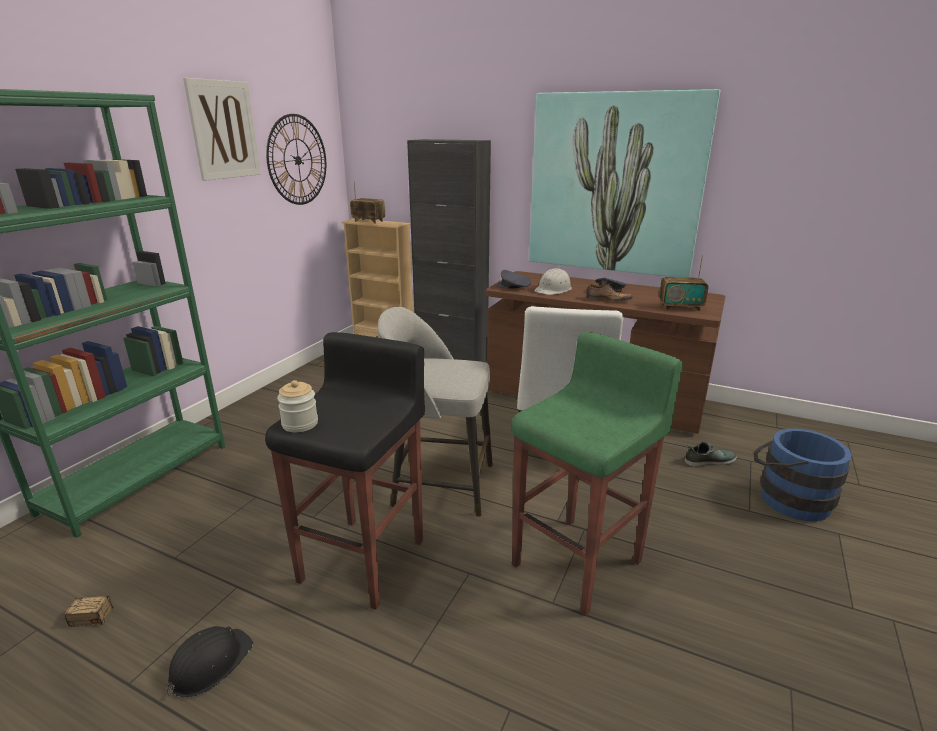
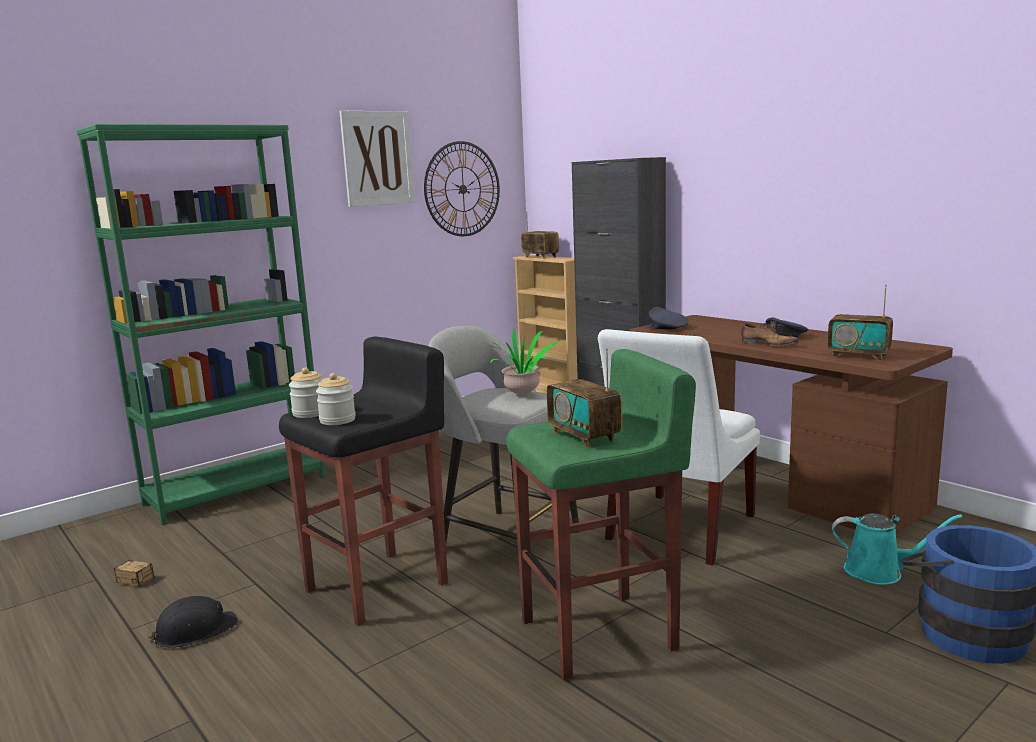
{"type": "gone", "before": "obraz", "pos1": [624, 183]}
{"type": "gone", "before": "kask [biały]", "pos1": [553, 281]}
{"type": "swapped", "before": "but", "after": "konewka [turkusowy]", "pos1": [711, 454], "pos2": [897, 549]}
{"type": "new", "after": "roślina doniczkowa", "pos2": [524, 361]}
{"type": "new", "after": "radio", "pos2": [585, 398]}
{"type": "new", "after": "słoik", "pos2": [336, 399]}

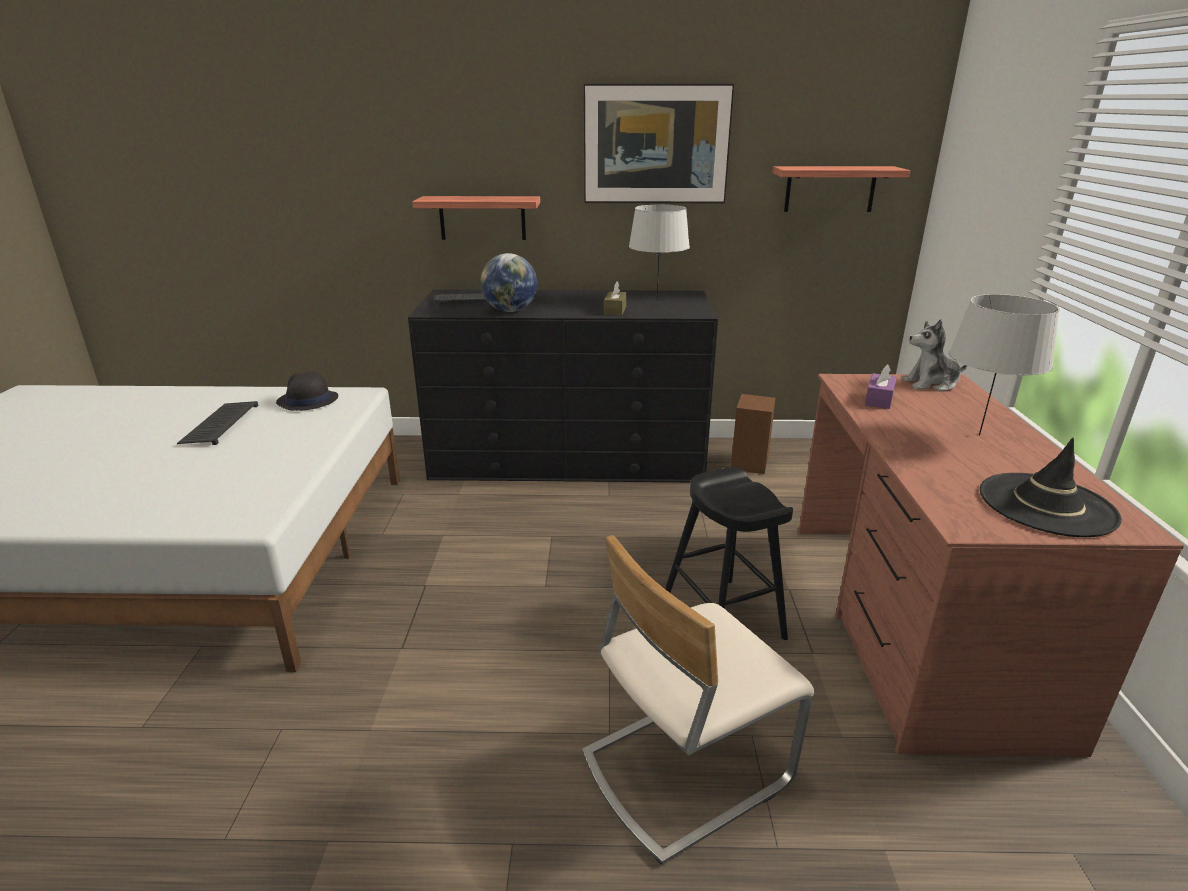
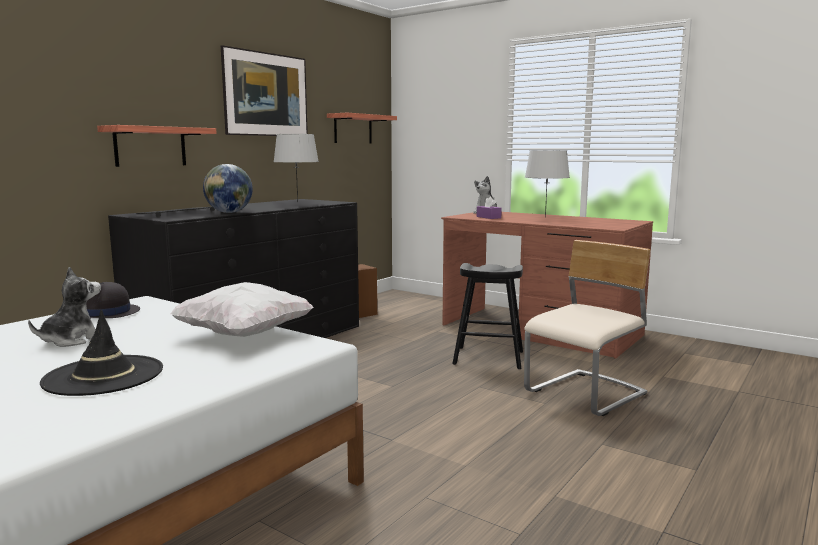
{"type": "gone", "before": "pudełko chusteczek [brązowy]", "pos1": [615, 299]}
{"type": "swapped", "before": "klawiatura", "after": "pluszak", "pos1": [218, 423], "pos2": [64, 307]}
{"type": "shifted", "before": "kapelusz [czarny]", "pos1": [1051, 487], "pos2": [101, 353]}
{"type": "rotated", "before": "krzesło [beżowy]", "pos1": [698, 700], "pos2": [587, 328], "turn": -135}
{"type": "new", "after": "poduszka [biały]", "pos2": [241, 309]}

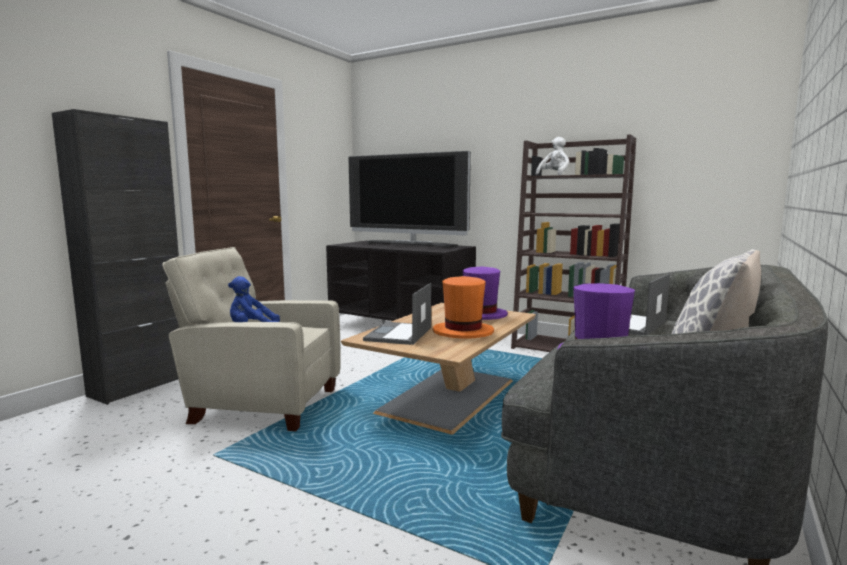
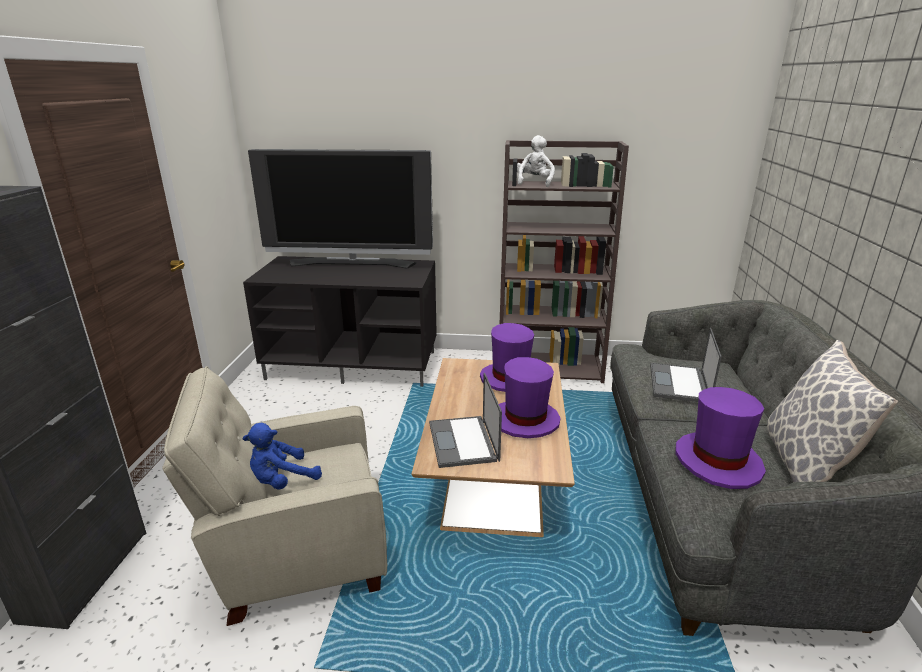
{"type": "repainted", "before": "kapelusz [pomarańczowy]", "after": "kapelusz [fioletowy]", "pos1": [463, 307], "pos2": [530, 397]}

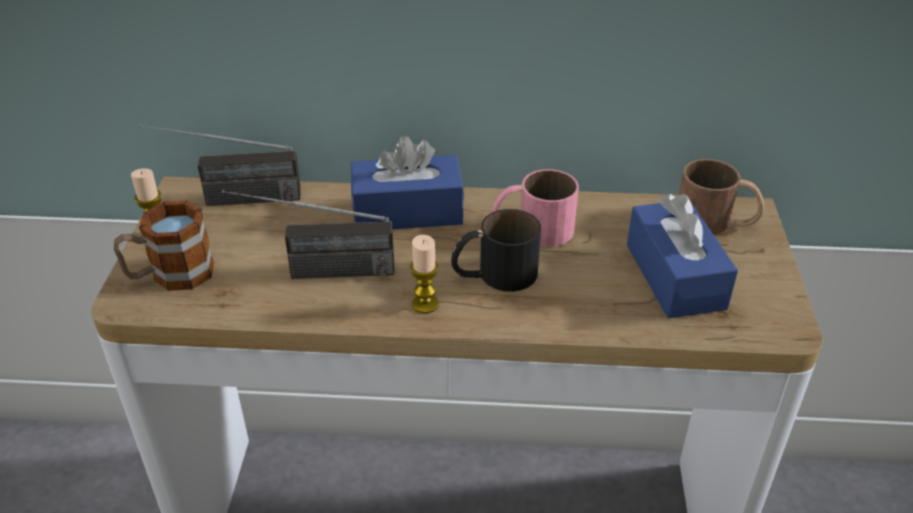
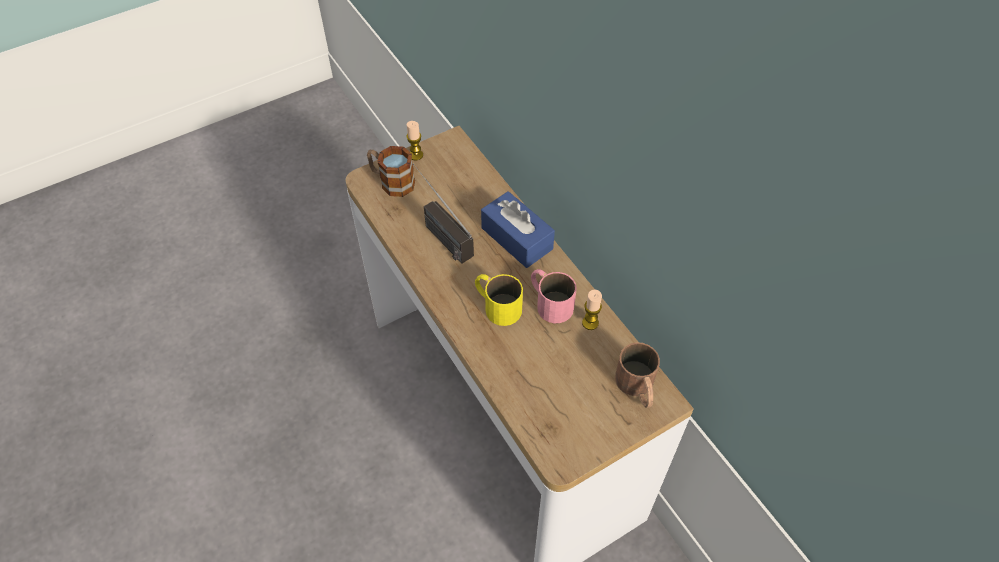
{"type": "gone", "before": "radio", "pos1": [219, 165]}
{"type": "gone", "before": "pudełko chusteczek [niebieski]", "pos1": [682, 256]}
{"type": "repainted", "before": "kubek [czarny]", "after": "kubek [żółty]", "pos1": [496, 250], "pos2": [499, 300]}
{"type": "shifted", "before": "świeca", "pos1": [424, 274], "pos2": [592, 310]}

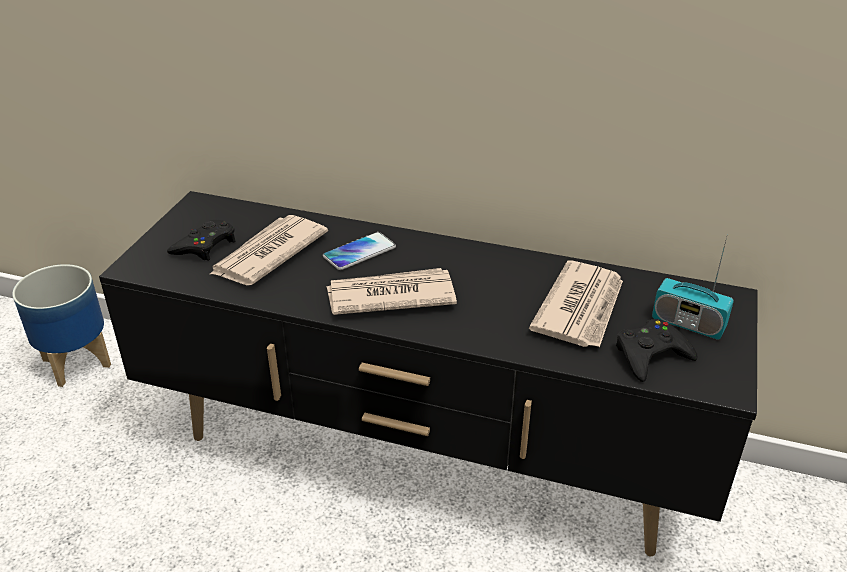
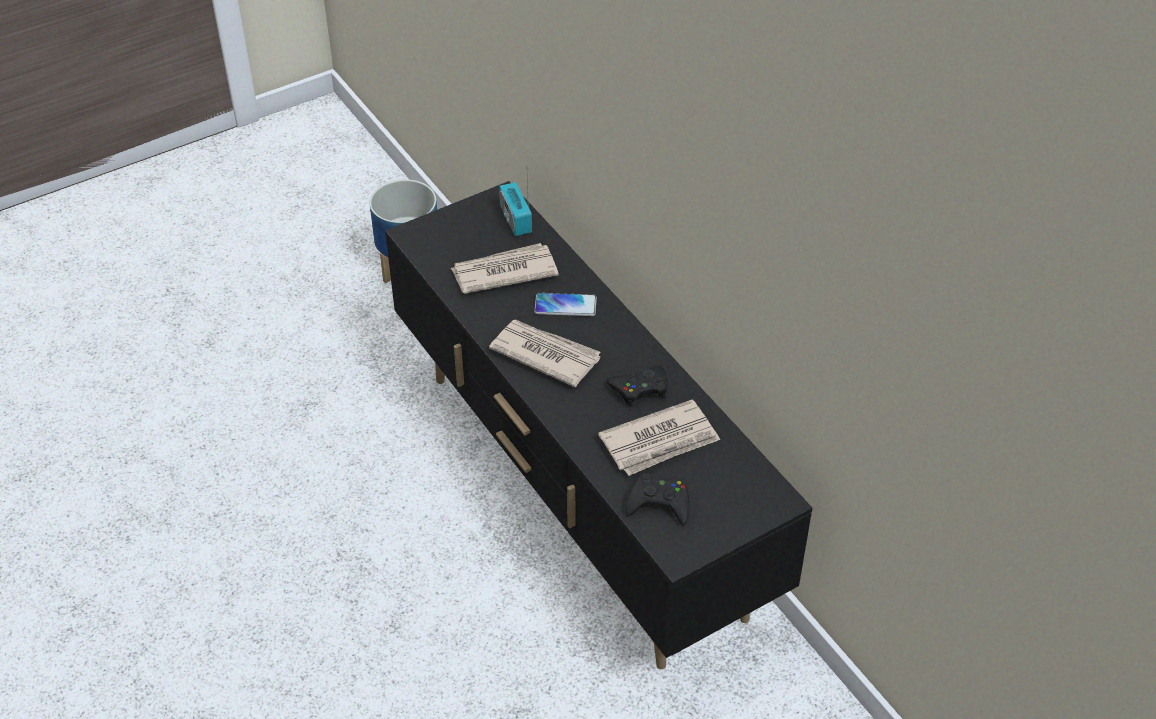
{"type": "shifted", "before": "pad do gier [czarny]", "pos1": [201, 240], "pos2": [636, 386]}
{"type": "shifted", "before": "radio", "pos1": [693, 286], "pos2": [515, 207]}

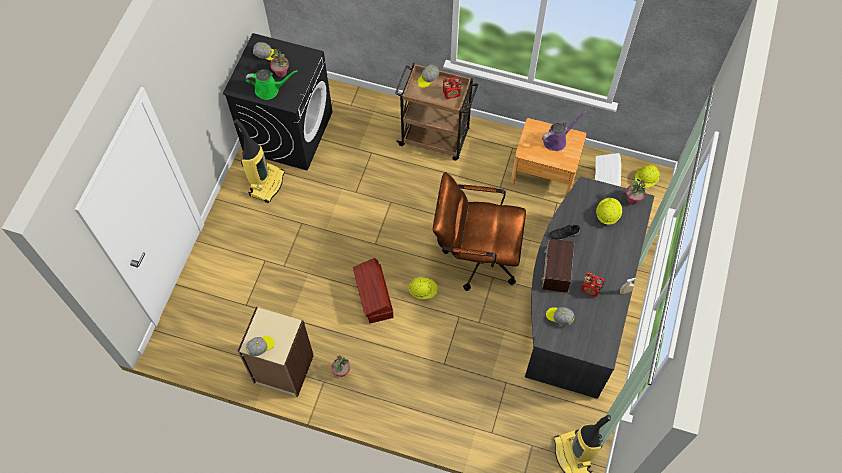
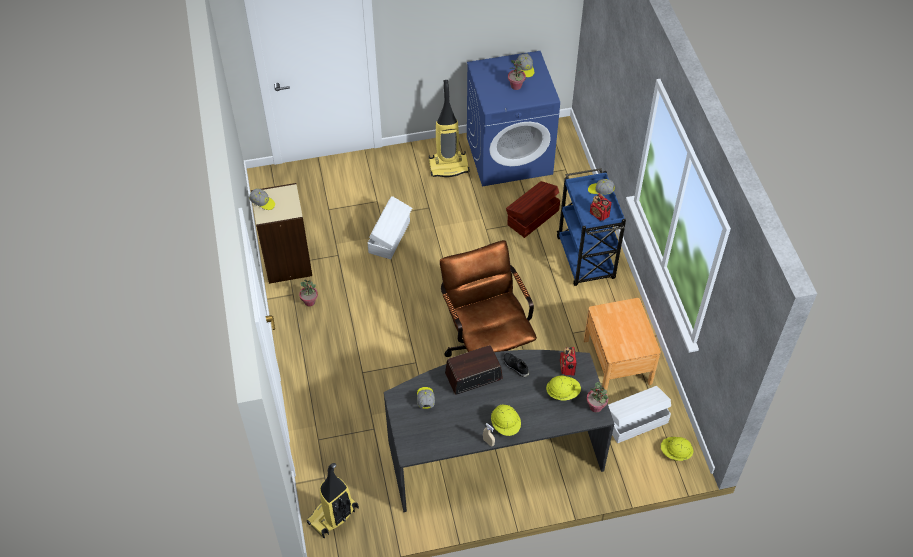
{"type": "repainted", "before": "pralka [czarny]", "after": "pralka [niebieski]", "pos1": [278, 102], "pos2": [513, 118]}
{"type": "repainted", "before": "wózek [brązowy]", "after": "wózek [niebieski]", "pos1": [436, 112], "pos2": [591, 227]}
{"type": "gone", "before": "konewka [zielony]", "pos1": [272, 84]}
{"type": "gone", "before": "konewka [fioletowy]", "pos1": [564, 131]}
{"type": "shifted", "before": "pojemnik do przechowywania [brązowy]", "pos1": [373, 291], "pos2": [533, 209]}
{"type": "shifted", "before": "radio", "pos1": [593, 284], "pos2": [568, 361]}
{"type": "shifted", "before": "kask [żółty]", "pos1": [423, 288], "pos2": [506, 420]}
{"type": "new", "after": "pojemnik do przechowywania [biały]", "pos2": [390, 228]}

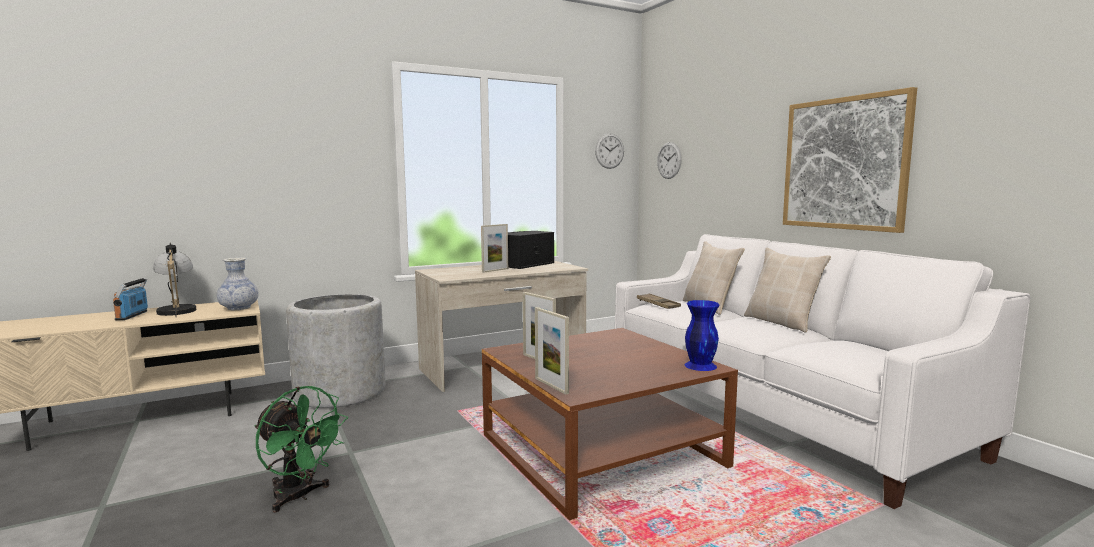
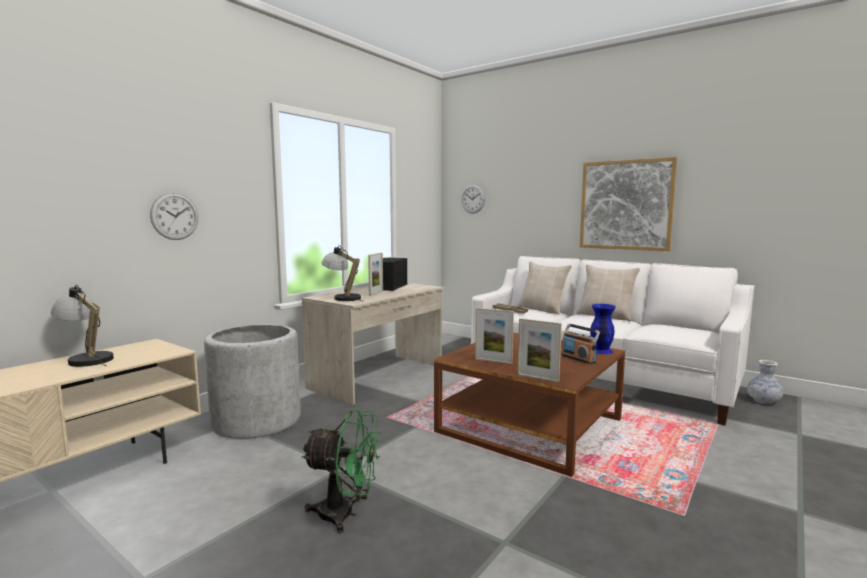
{"type": "shifted", "before": "zegar ścienny", "pos1": [609, 151], "pos2": [174, 216]}
{"type": "shifted", "before": "wazon", "pos1": [238, 284], "pos2": [765, 382]}
{"type": "shifted", "before": "radio", "pos1": [130, 299], "pos2": [581, 343]}
{"type": "new", "after": "lampa stołowa", "pos2": [341, 273]}

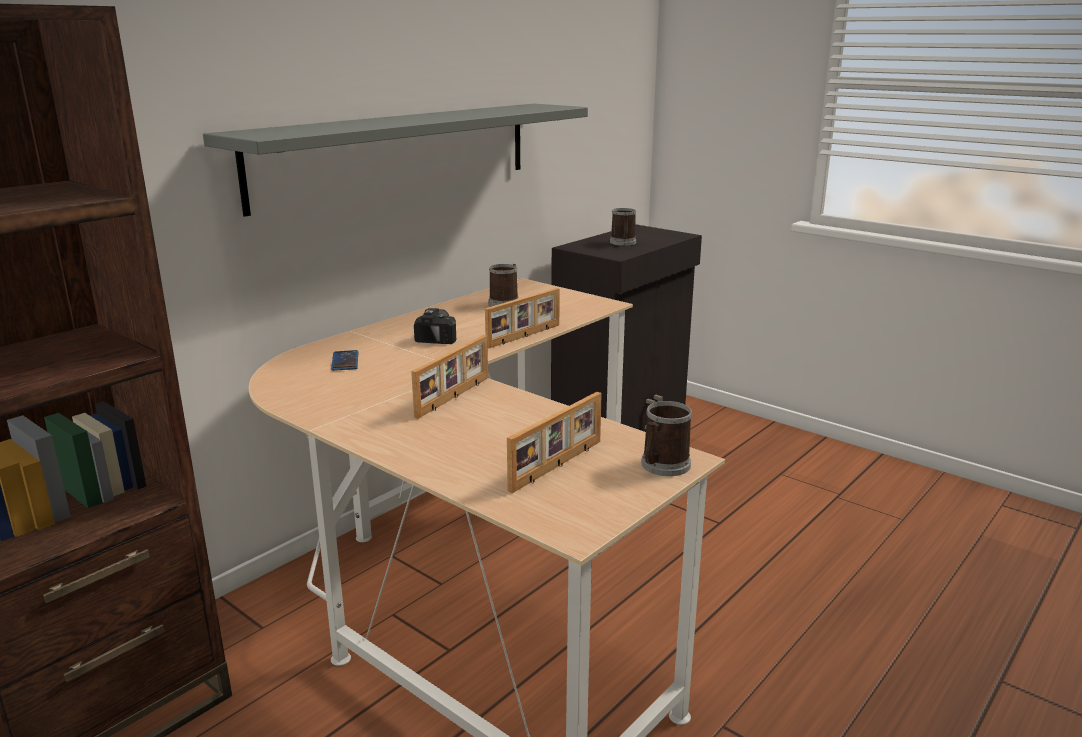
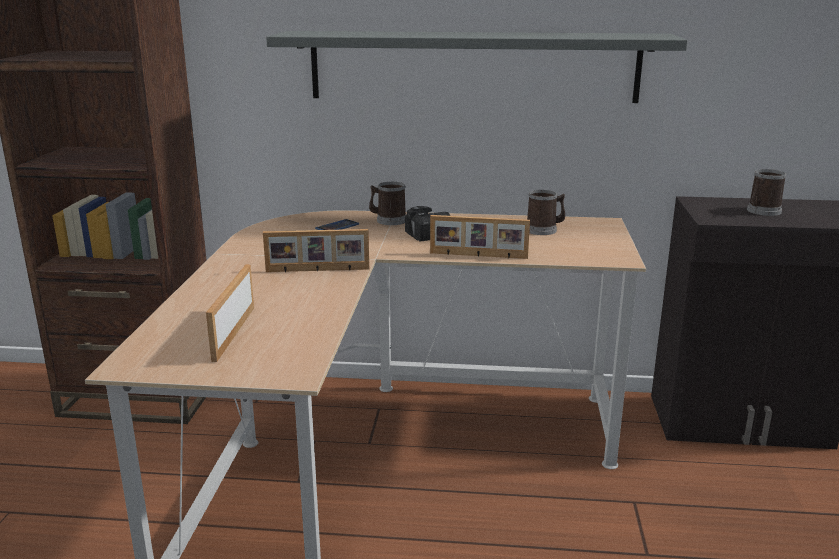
{"type": "rotated", "before": "ramka na zdjęcie", "pos1": [554, 442], "pos2": [230, 313], "turn": 90}
{"type": "shifted", "before": "kubek", "pos1": [666, 438], "pos2": [387, 203]}

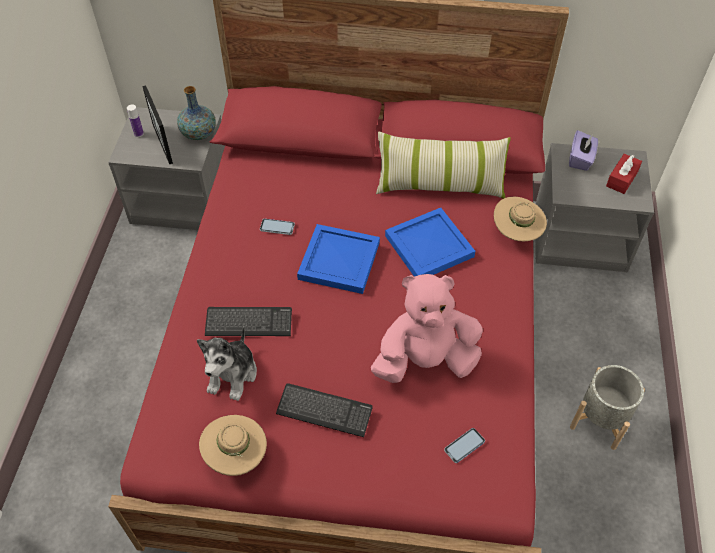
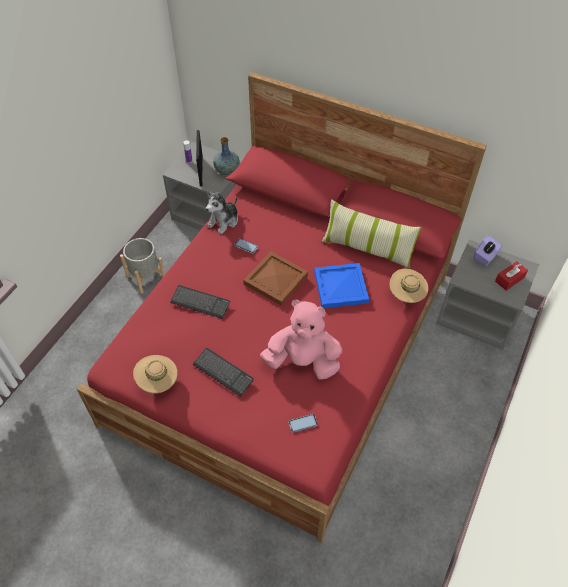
{"type": "repainted", "before": "taca [niebieski]", "after": "taca [brązowy]", "pos1": [338, 259], "pos2": [275, 278]}
{"type": "shifted", "before": "pluszak", "pos1": [227, 364], "pos2": [222, 212]}
{"type": "shifted", "before": "donica [szary]", "pos1": [607, 407], "pos2": [142, 265]}

